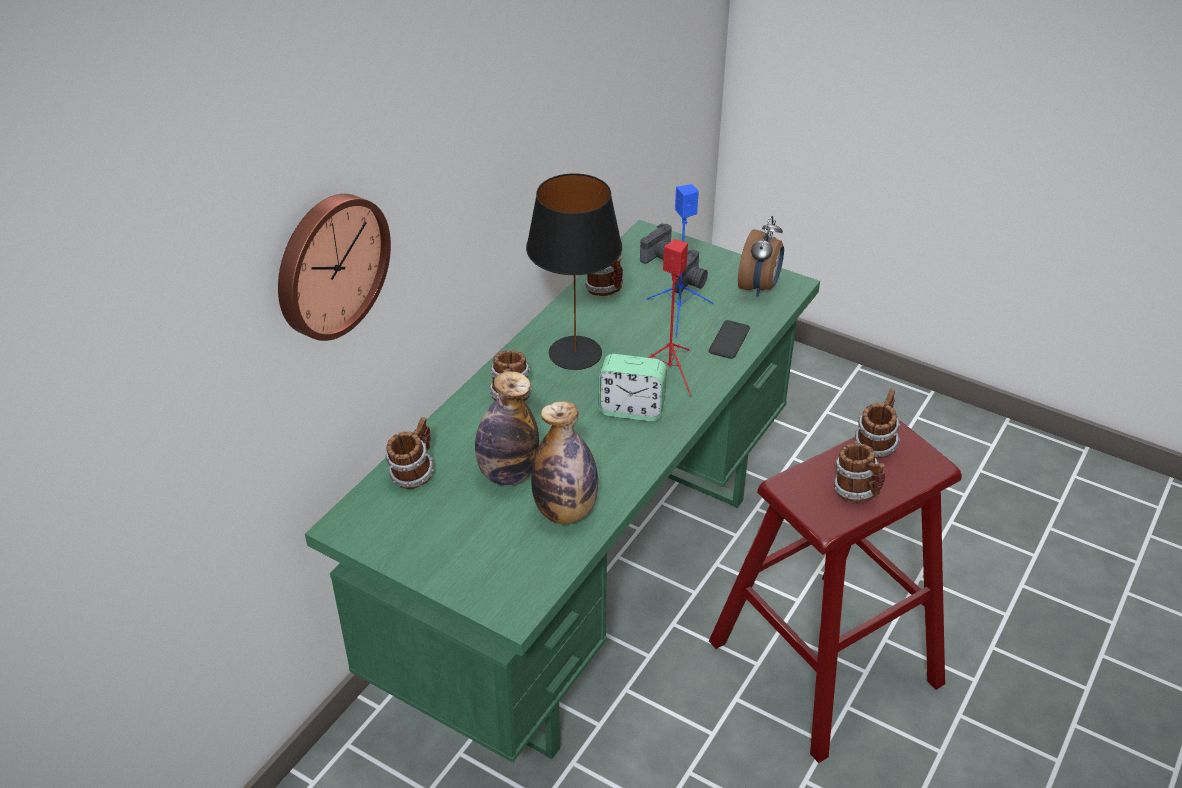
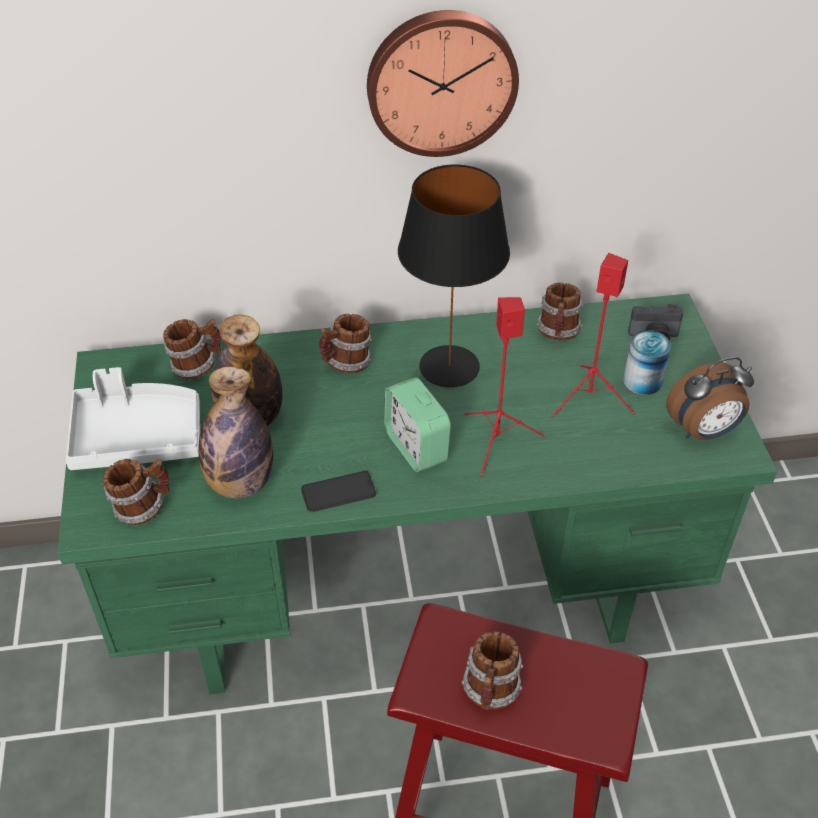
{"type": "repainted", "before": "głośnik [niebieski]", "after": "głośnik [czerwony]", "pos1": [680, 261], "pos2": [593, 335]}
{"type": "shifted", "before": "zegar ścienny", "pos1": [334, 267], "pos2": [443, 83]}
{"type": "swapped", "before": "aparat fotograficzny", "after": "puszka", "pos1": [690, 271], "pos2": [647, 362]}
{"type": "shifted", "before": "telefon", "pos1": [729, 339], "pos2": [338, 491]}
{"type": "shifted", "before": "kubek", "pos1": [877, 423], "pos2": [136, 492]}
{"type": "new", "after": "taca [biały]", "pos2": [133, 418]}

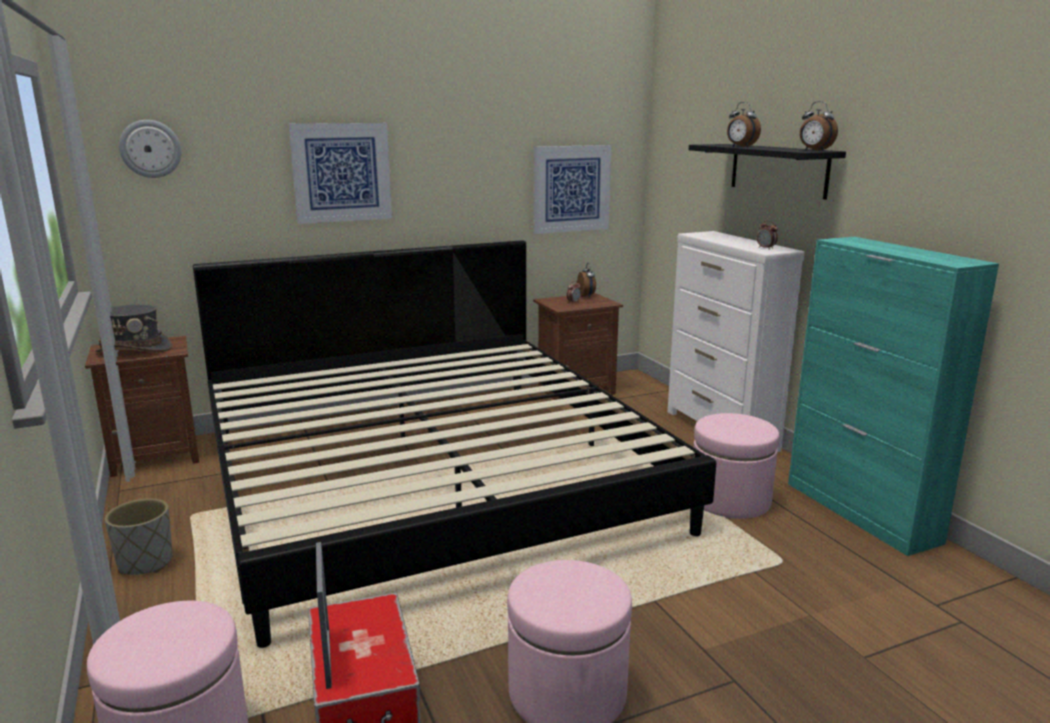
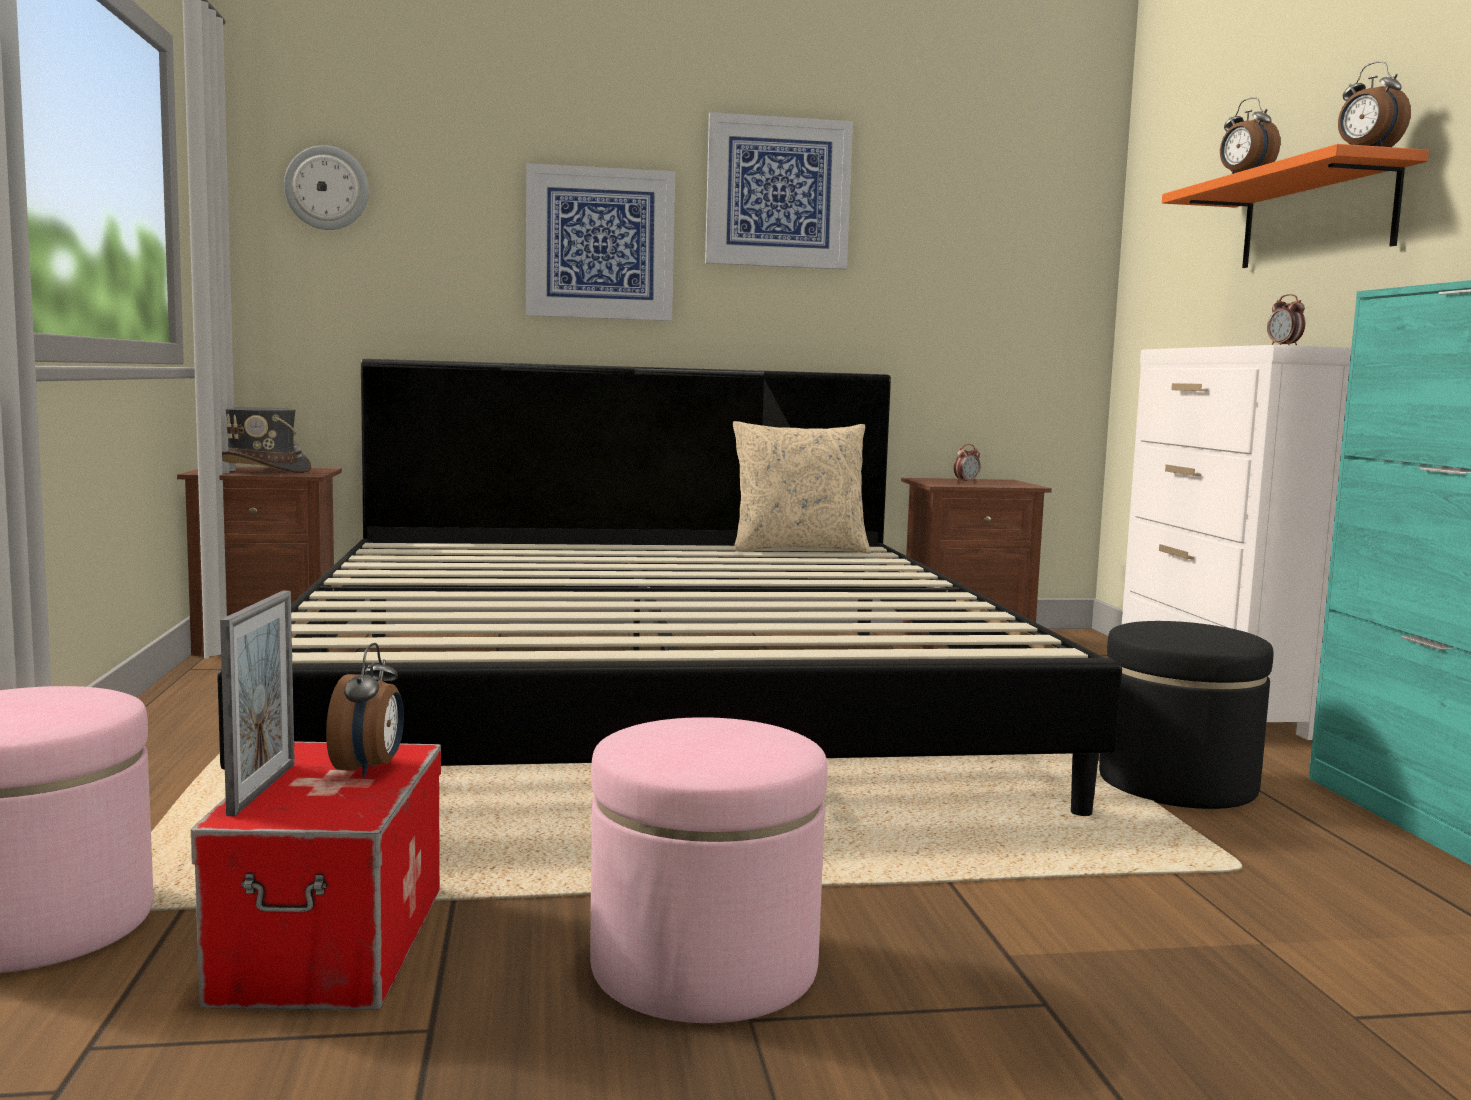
{"type": "repainted", "before": "półka [czarny]", "after": "półka [pomarańczowy]", "pos1": [767, 172], "pos2": [1295, 206]}
{"type": "shifted", "before": "obraz", "pos1": [573, 189], "pos2": [779, 190]}
{"type": "shifted", "before": "budzik", "pos1": [586, 280], "pos2": [365, 710]}
{"type": "repainted", "before": "pufa [różowy]", "after": "pufa [czarny]", "pos1": [736, 466], "pos2": [1186, 715]}
{"type": "gone", "before": "donica [szary]", "pos1": [138, 537]}
{"type": "new", "after": "poduszka [beżowy]", "pos2": [802, 487]}

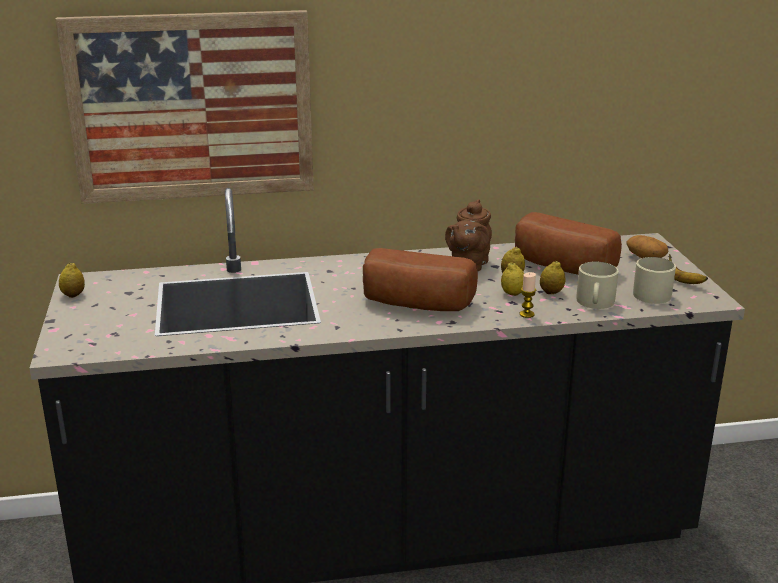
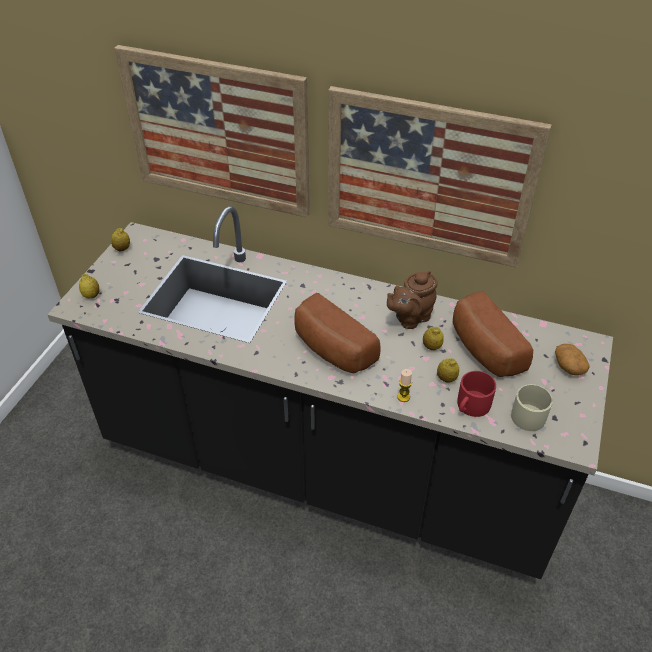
{"type": "gone", "before": "banan", "pos1": [688, 269]}
{"type": "repainted", "before": "kubek [beżowy]", "after": "kubek [czerwony]", "pos1": [598, 285], "pos2": [476, 394]}
{"type": "shifted", "before": "cytryna", "pos1": [512, 279], "pos2": [89, 286]}
{"type": "new", "after": "obraz", "pos2": [440, 177]}

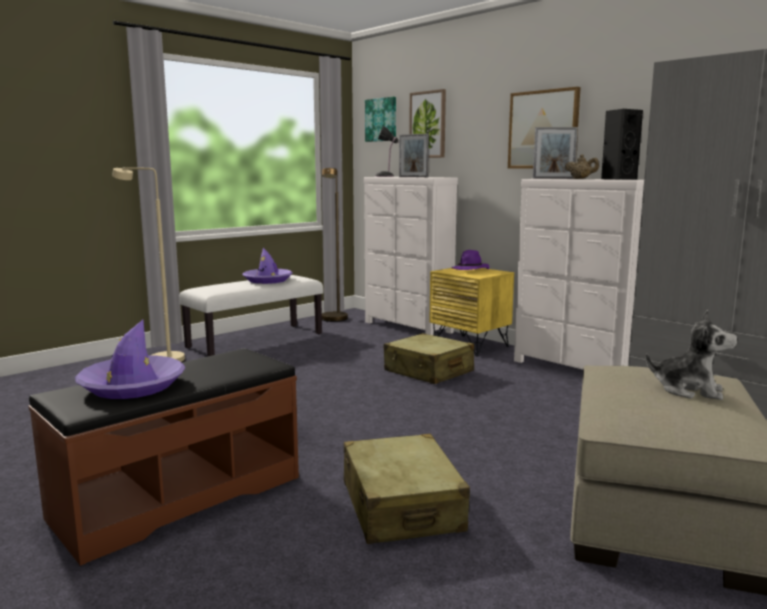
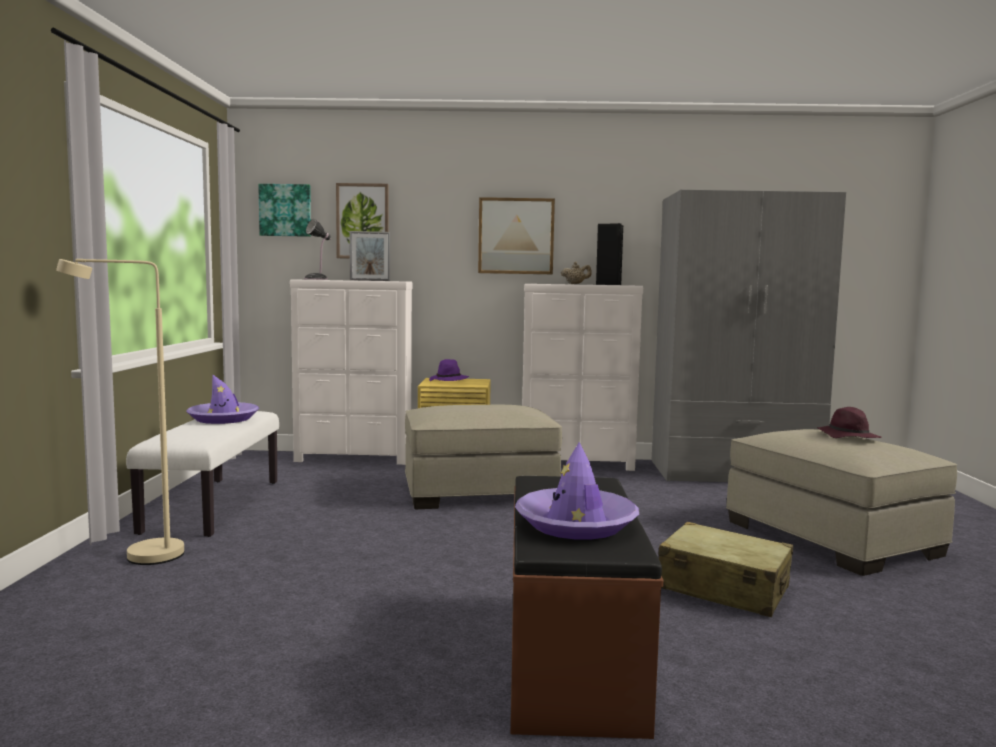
{"type": "gone", "before": "ramka na zdjęcie", "pos1": [555, 153]}
{"type": "gone", "before": "lampa stojąca [brązowy]", "pos1": [335, 245]}
{"type": "swapped", "before": "pluszak", "after": "kapelusz [fioletowy]", "pos1": [692, 355], "pos2": [849, 422]}
{"type": "swapped", "before": "walizka [beżowy]", "after": "pufa [beżowy]", "pos1": [429, 358], "pos2": [483, 457]}

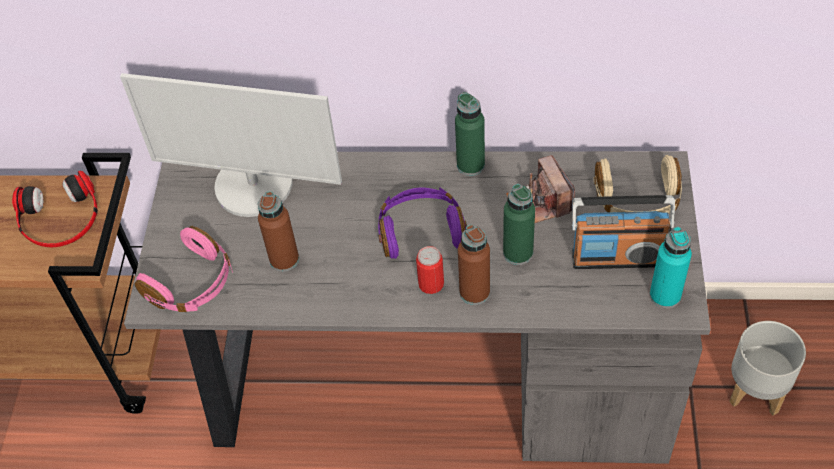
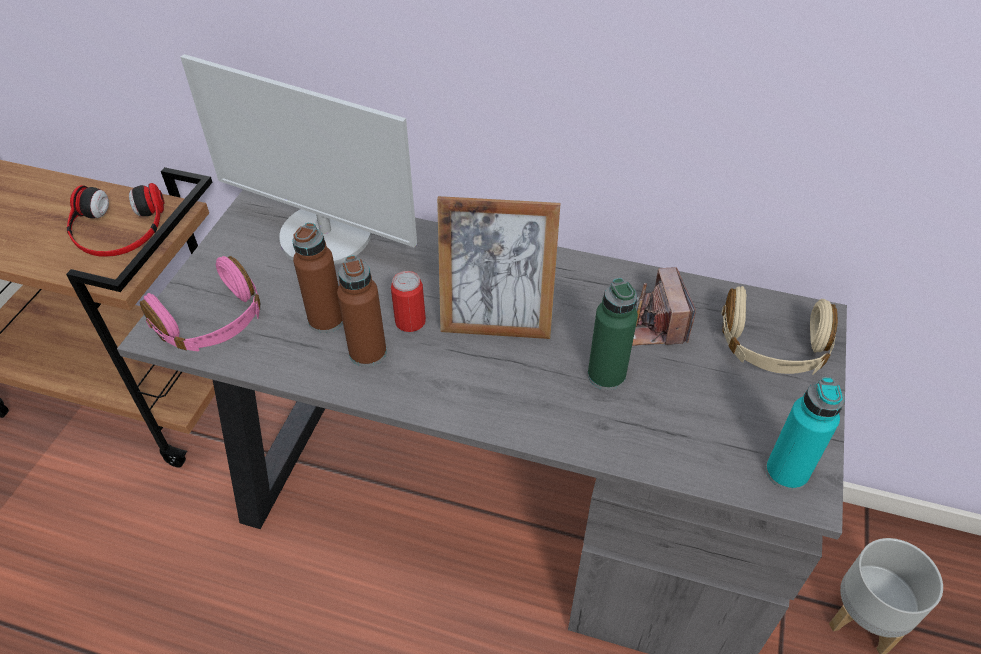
{"type": "gone", "before": "butelka [zielony]", "pos1": [470, 134]}
{"type": "swapped", "before": "słuchawki [fioletowy]", "after": "ramka na zdjęcie", "pos1": [422, 223], "pos2": [498, 267]}
{"type": "gone", "before": "radio", "pos1": [623, 232]}
{"type": "shifted", "before": "butelka [brązowy]", "pos1": [474, 264], "pos2": [362, 311]}
{"type": "shifted", "before": "puszka", "pos1": [430, 270], "pos2": [408, 301]}

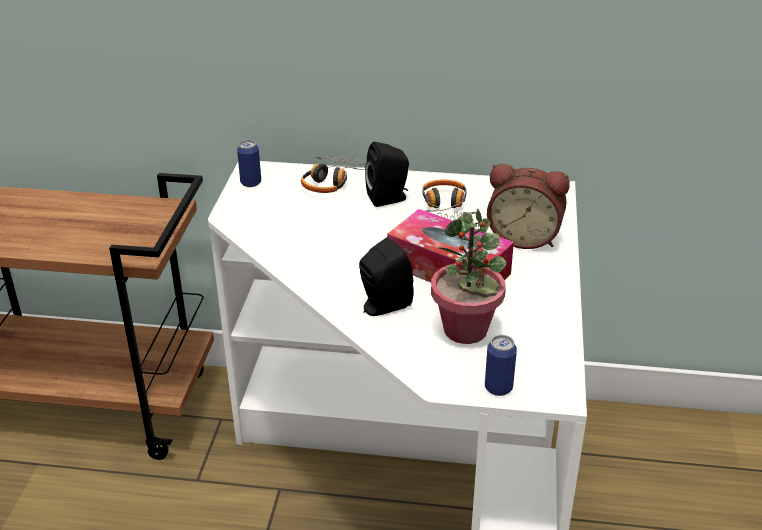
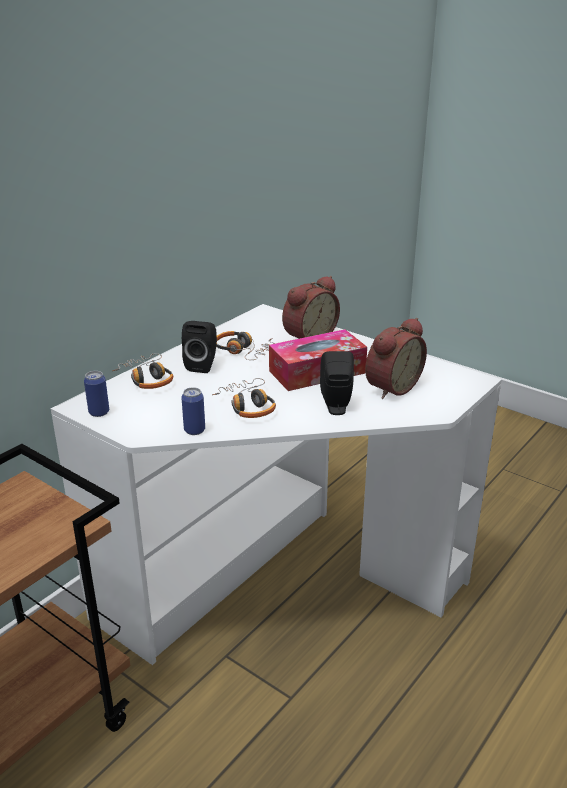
{"type": "swapped", "before": "roślina doniczkowa", "after": "budzik", "pos1": [469, 276], "pos2": [396, 358]}
{"type": "shifted", "before": "puszka", "pos1": [501, 365], "pos2": [193, 411]}
{"type": "new", "after": "słuchawki", "pos2": [244, 398]}

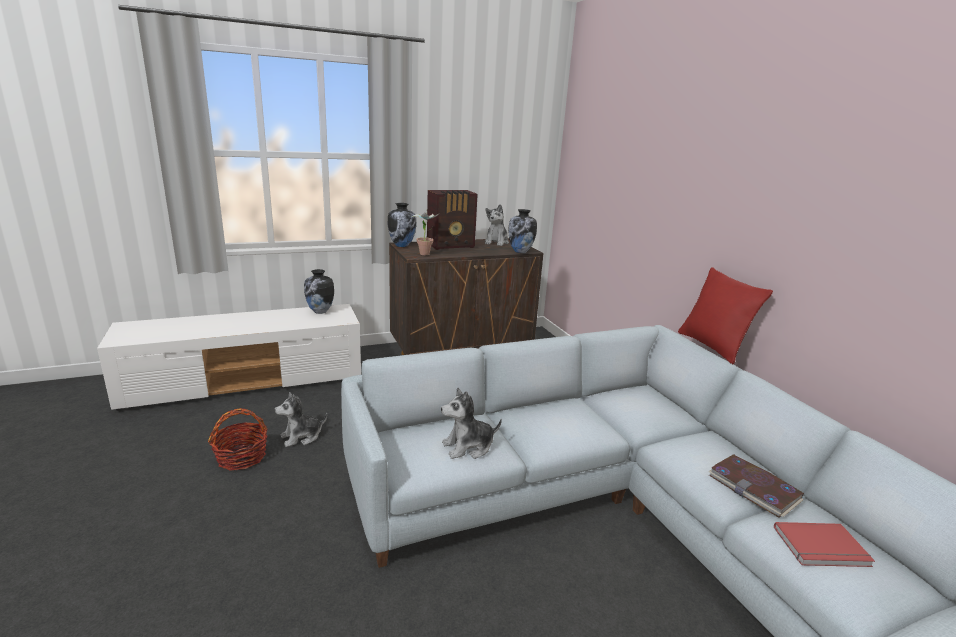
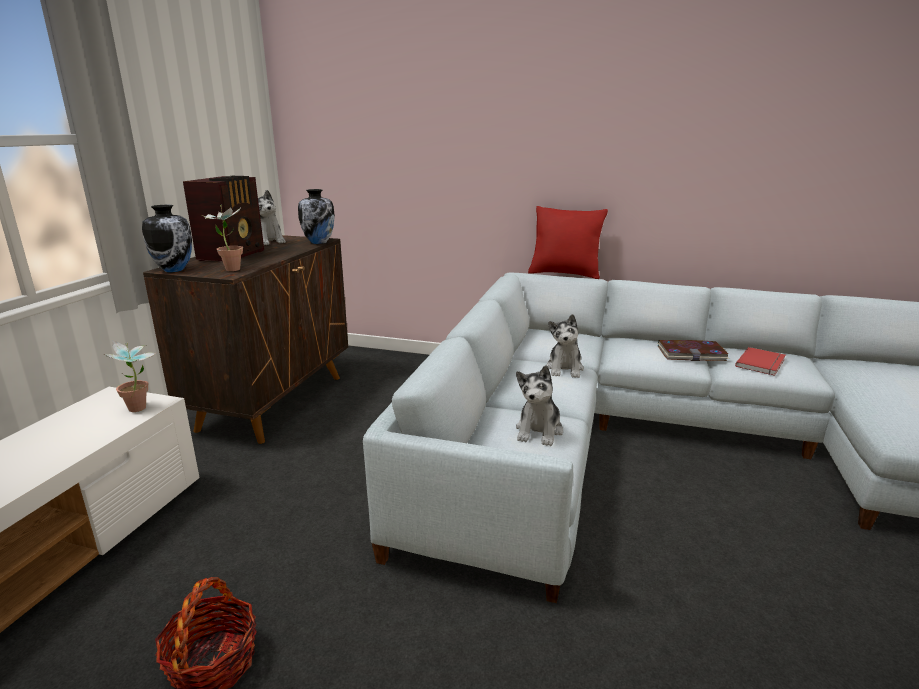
{"type": "gone", "before": "wazon", "pos1": [319, 291]}
{"type": "shifted", "before": "pluszak", "pos1": [301, 419], "pos2": [565, 346]}
{"type": "new", "after": "roślina doniczkowa", "pos2": [130, 376]}

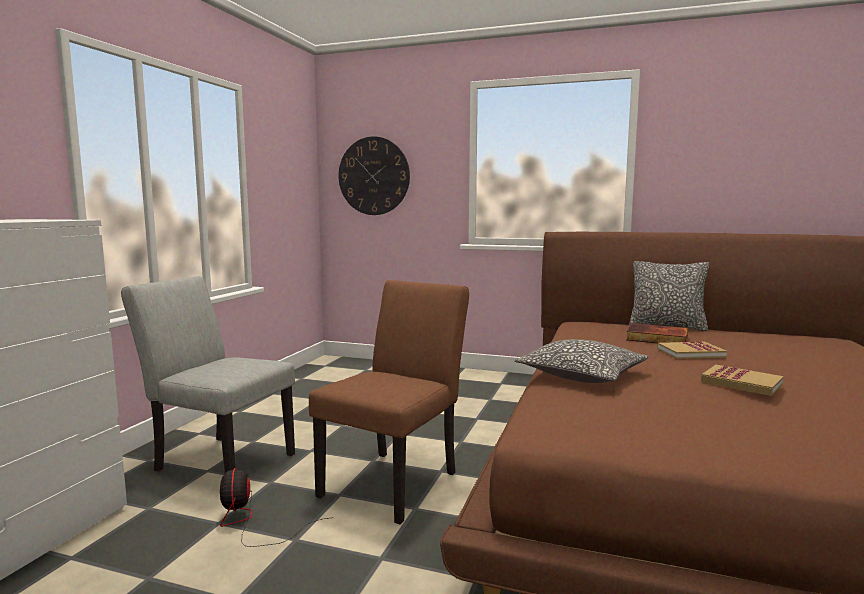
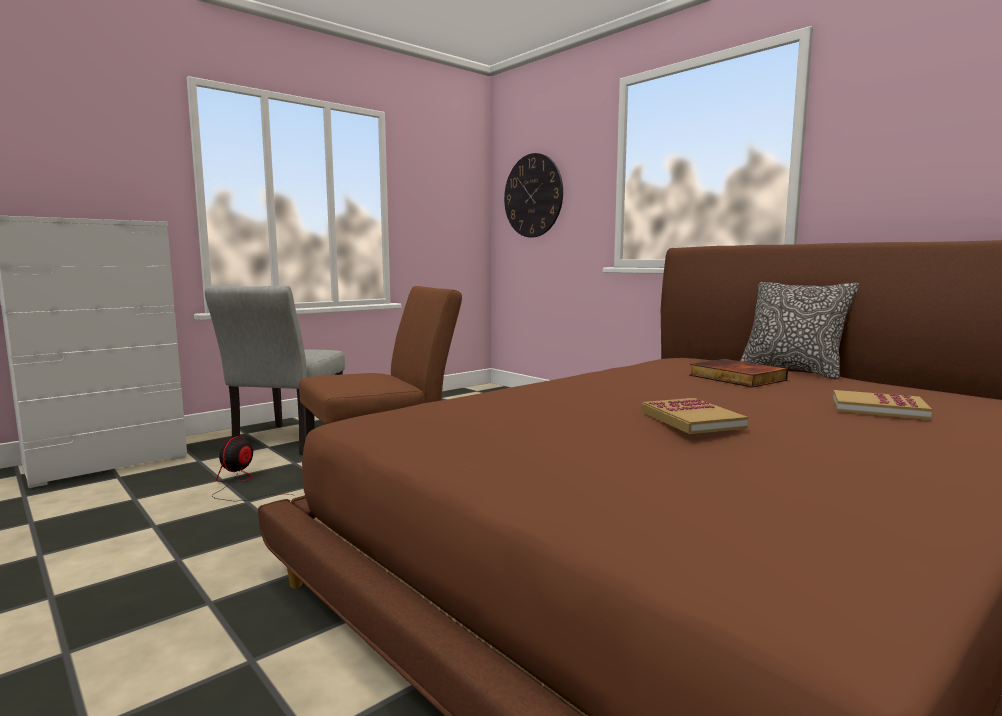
{"type": "rotated", "before": "krzesło [szary]", "pos1": [208, 374], "pos2": [275, 370], "turn": -135}
{"type": "gone", "before": "poduszka", "pos1": [581, 361]}
{"type": "shifted", "before": "książka", "pos1": [692, 350], "pos2": [882, 405]}

